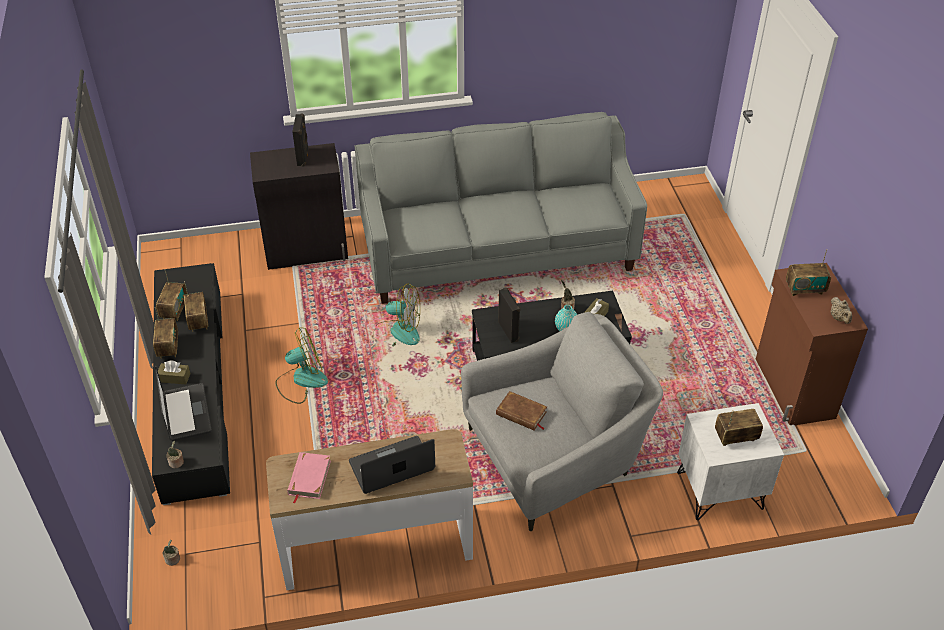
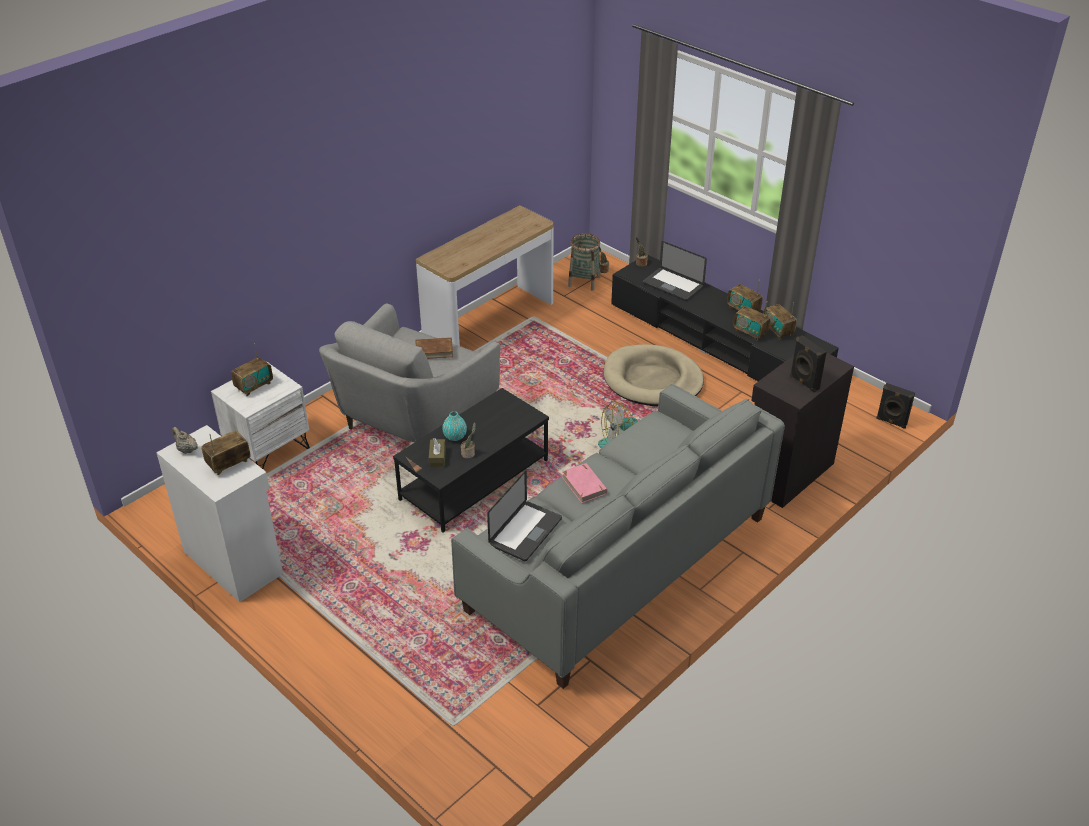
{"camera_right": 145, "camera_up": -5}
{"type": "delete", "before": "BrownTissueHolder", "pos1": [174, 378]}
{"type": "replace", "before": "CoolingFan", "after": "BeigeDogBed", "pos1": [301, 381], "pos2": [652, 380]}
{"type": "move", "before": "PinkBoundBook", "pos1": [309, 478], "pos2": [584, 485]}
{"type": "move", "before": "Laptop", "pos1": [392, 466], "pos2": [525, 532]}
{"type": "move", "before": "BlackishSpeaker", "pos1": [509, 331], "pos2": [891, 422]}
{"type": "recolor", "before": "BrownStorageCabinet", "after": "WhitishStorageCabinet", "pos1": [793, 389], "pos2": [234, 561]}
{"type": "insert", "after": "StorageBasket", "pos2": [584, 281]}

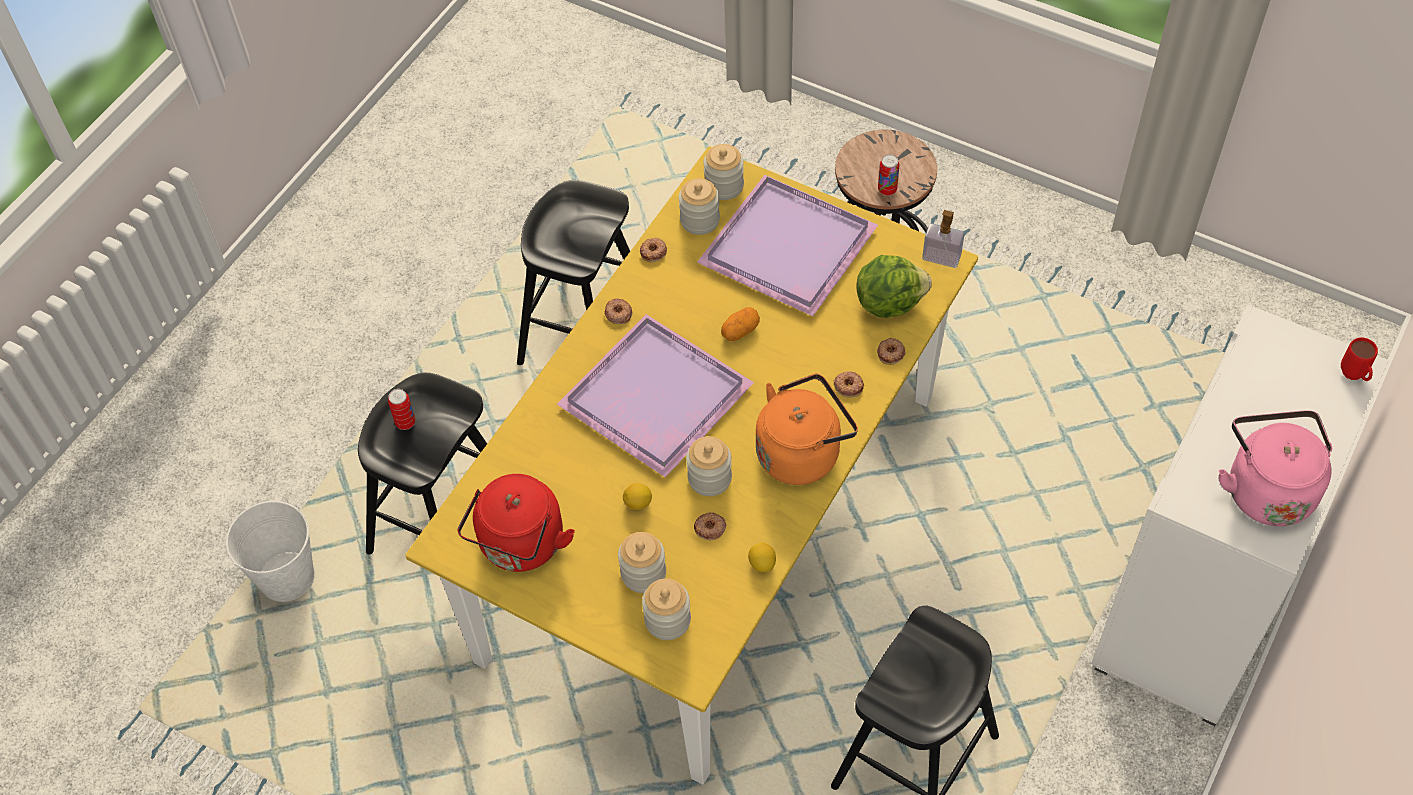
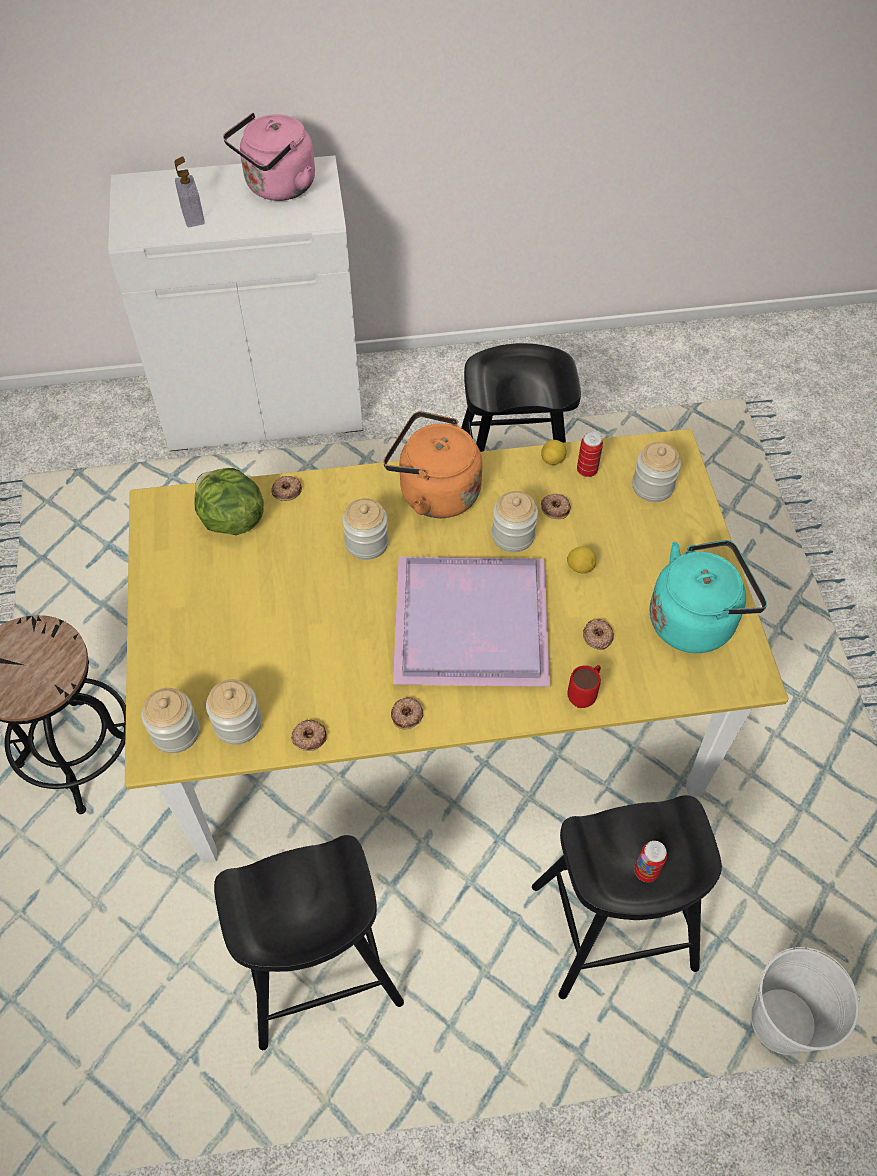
{"camera_right": -130, "camera_up": 0}
{"type": "recolor", "before": "ReddishTeaKettle", "after": "TurquoiseTeaKettle", "pos1": [520, 546], "pos2": [695, 620]}
{"type": "move", "before": "Jar", "pos1": [643, 573], "pos2": [367, 543]}
{"type": "delete", "before": "PurpleTray", "pos1": [789, 250]}
{"type": "delete", "before": "Potato", "pos1": [740, 331]}
{"type": "move", "before": "RingDoughnut", "pos1": [848, 386], "pos2": [597, 636]}
{"type": "move", "before": "Can", "pos1": [887, 190], "pos2": [587, 470]}
{"type": "move", "before": "LiquidSoapBottle", "pos1": [941, 257], "pos2": [193, 216]}
{"type": "move", "before": "ReddishCoffeeMug", "pos1": [1354, 377], "pos2": [584, 695]}

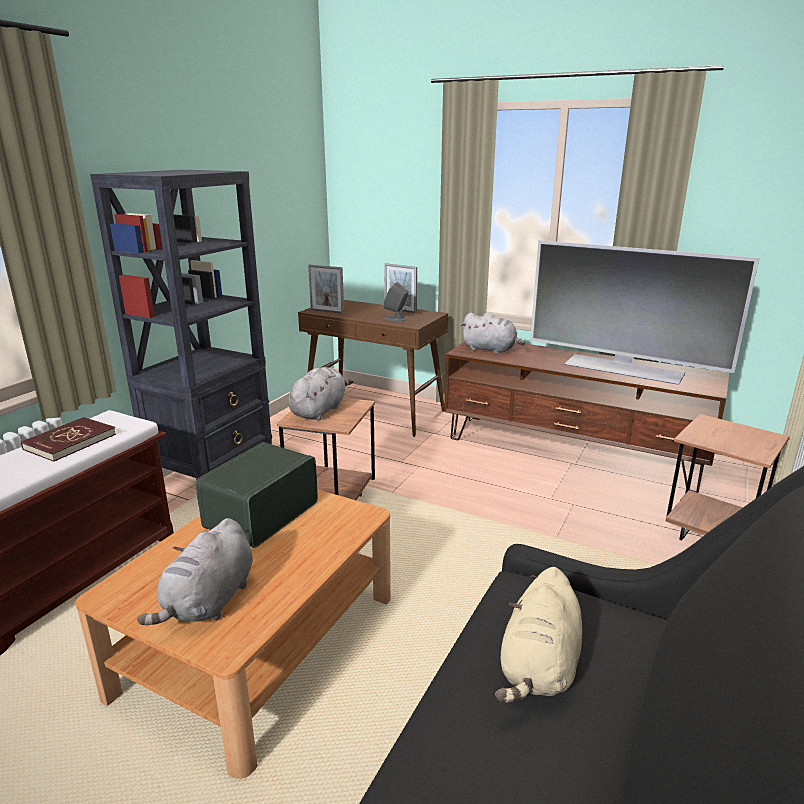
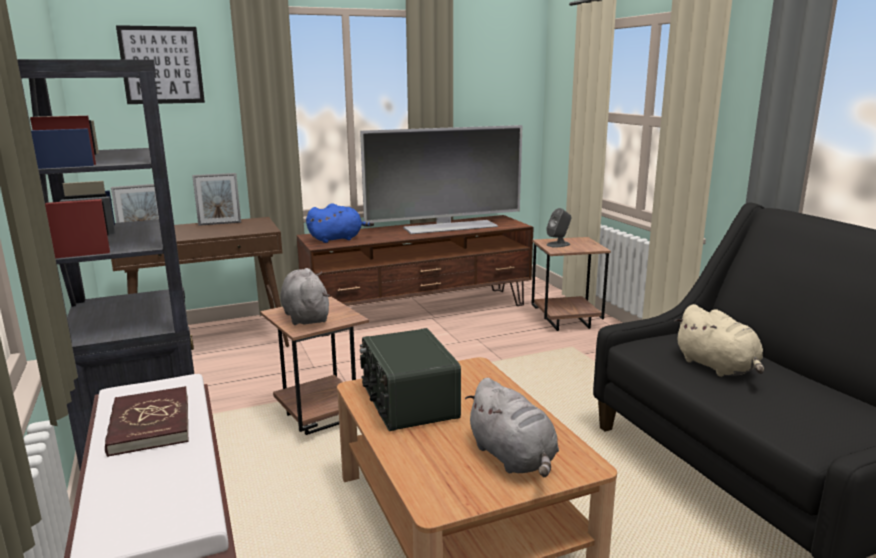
{"camera_right": -50, "camera_up": -5}
{"type": "move", "before": "GreyishSpeaker", "pos1": [396, 318], "pos2": [558, 244]}
{"type": "recolor", "before": "GreyishPlushToy", "after": "BluePlushToy", "pos1": [491, 350], "pos2": [338, 239]}
{"type": "insert", "after": "WallArt", "pos2": [161, 65]}

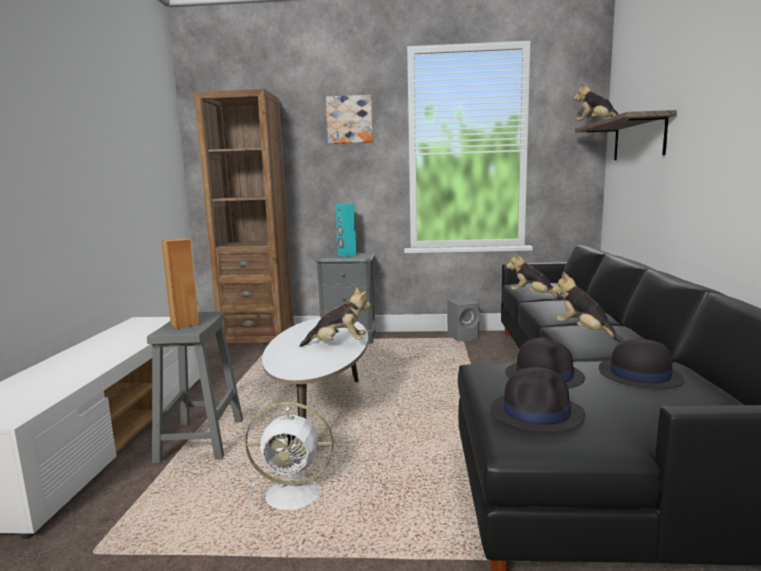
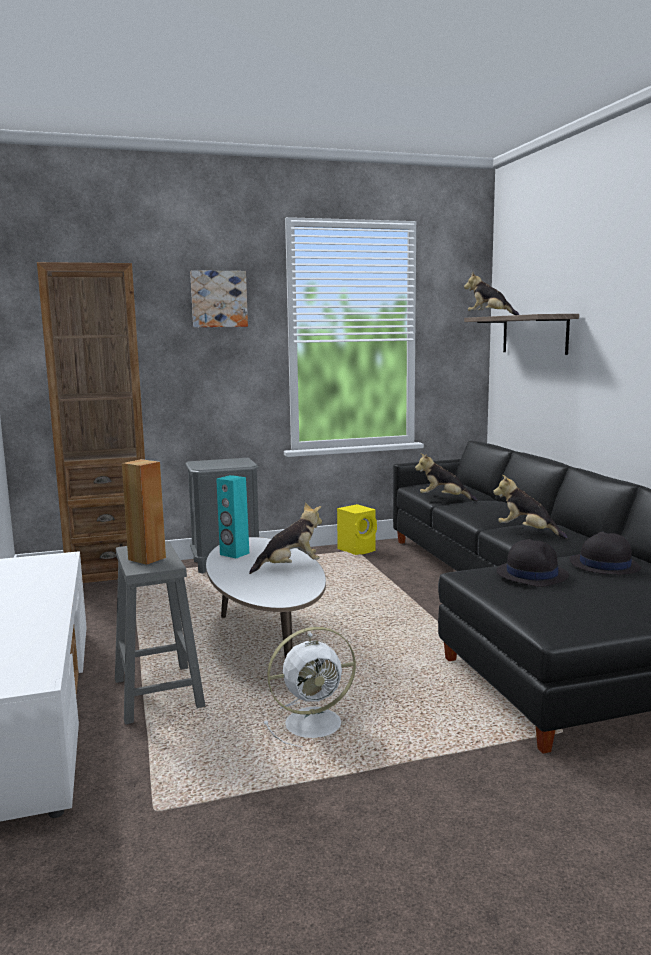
{"camera_right": -20, "camera_up": 0}
{"type": "move", "before": "TurquoiseSpeaker", "pos1": [346, 255], "pos2": [234, 554]}
{"type": "recolor", "before": "GreyishSpeaker", "after": "YellowSpeaker", "pos1": [464, 337], "pos2": [357, 550]}
{"type": "delete", "before": "BlackishHat", "pos1": [537, 413]}

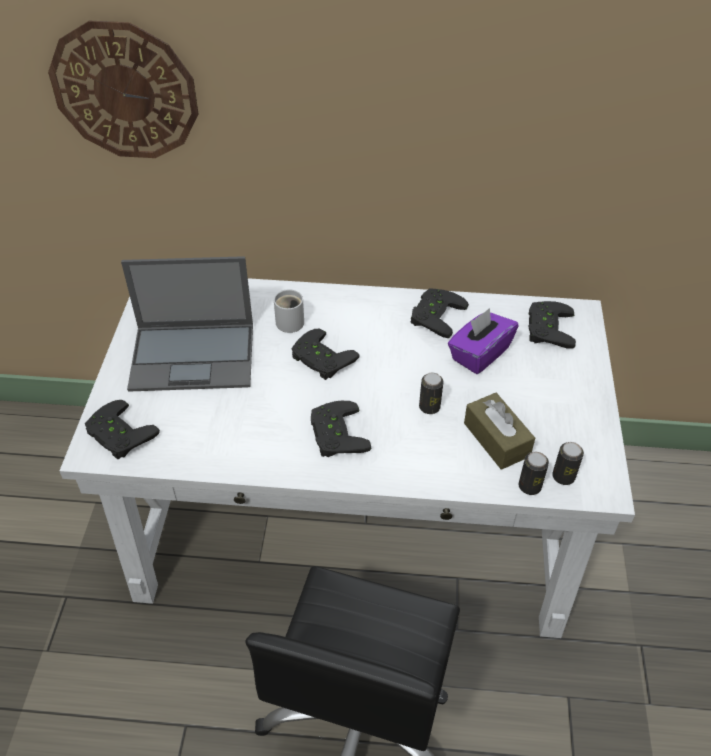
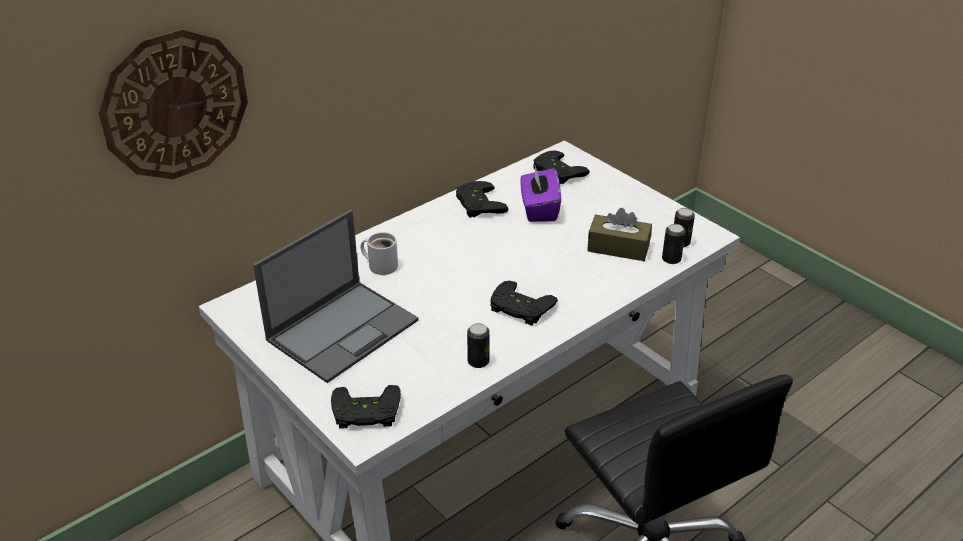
{"camera_right": -45, "camera_up": -10}
{"type": "delete", "before": "BlackishJoypad", "pos1": [320, 359]}
{"type": "move", "before": "Can", "pos1": [429, 407], "pos2": [478, 361]}

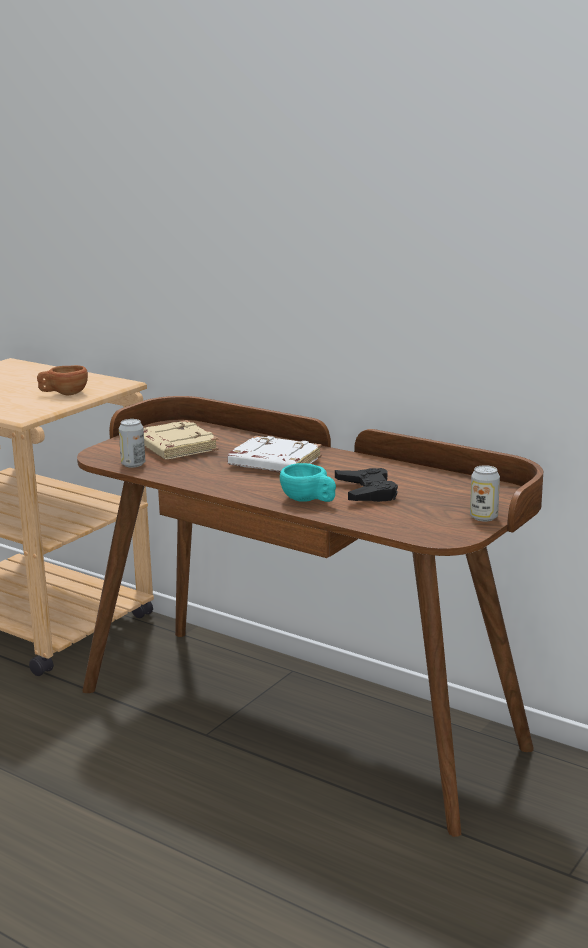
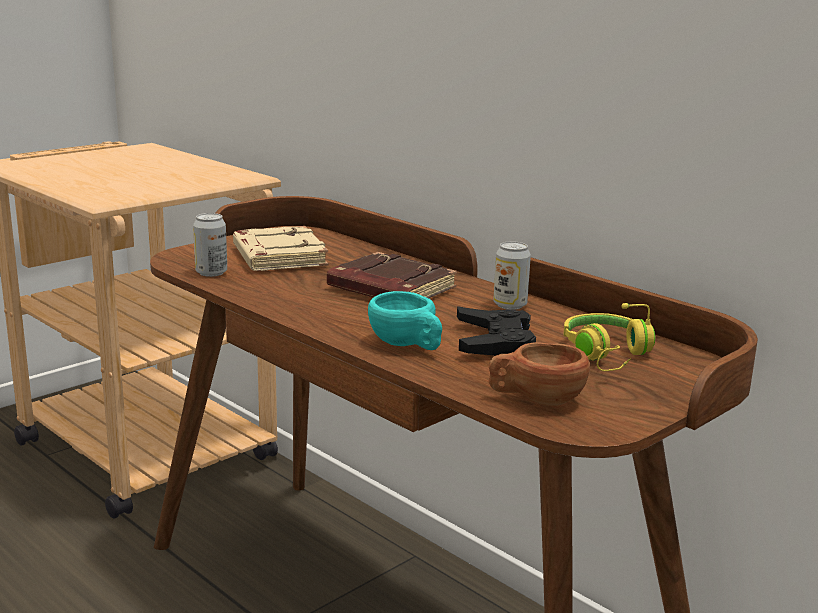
{"camera_right": 10, "camera_up": 0}
{"type": "move", "before": "BrownSmallCup", "pos1": [63, 394], "pos2": [536, 400]}
{"type": "recolor", "before": "WhitishBoundBook", "after": "BrownBoundBook", "pos1": [273, 463], "pos2": [389, 289]}
{"type": "move", "before": "Can", "pos1": [483, 517], "pos2": [510, 305]}
{"type": "insert", "after": "YellowHeadphones", "pos2": [607, 355]}

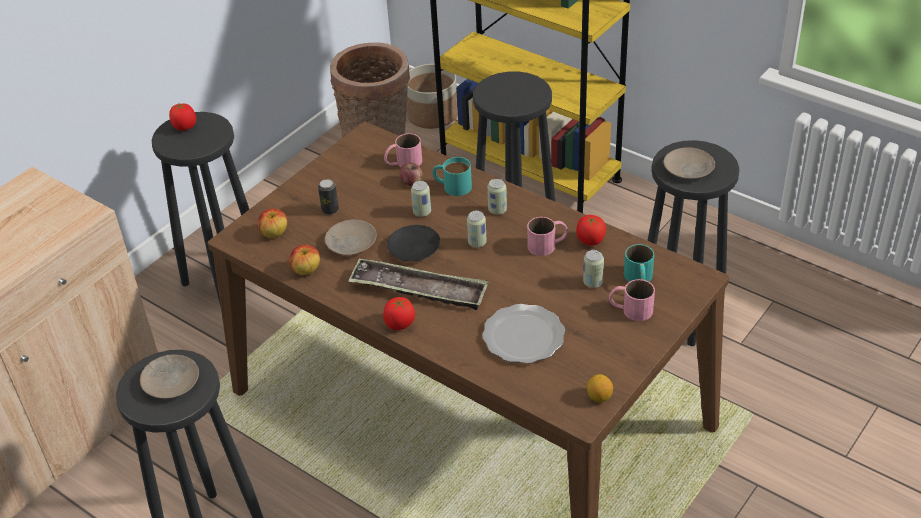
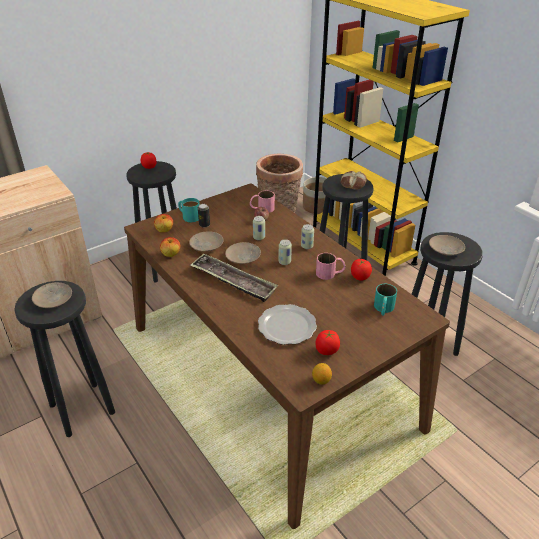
{"camera_right": 15, "camera_up": -5}
{"type": "move", "before": "WholeTomato", "pos1": [399, 324], "pos2": [326, 351]}
{"type": "recolor", "before": "BlackishDinnerPlate", "after": "BeigeDinnerPlate", "pos1": [415, 248], "pos2": [243, 257]}
{"type": "move", "before": "TurquoiseCoffeeMug", "pos1": [452, 186], "pos2": [189, 216]}
{"type": "delete", "before": "Can", "pos1": [593, 282]}
{"type": "delete", "before": "PinkCoffeeMug", "pos1": [630, 309]}
{"type": "insert", "after": "BakeryBread", "pos2": [352, 183]}

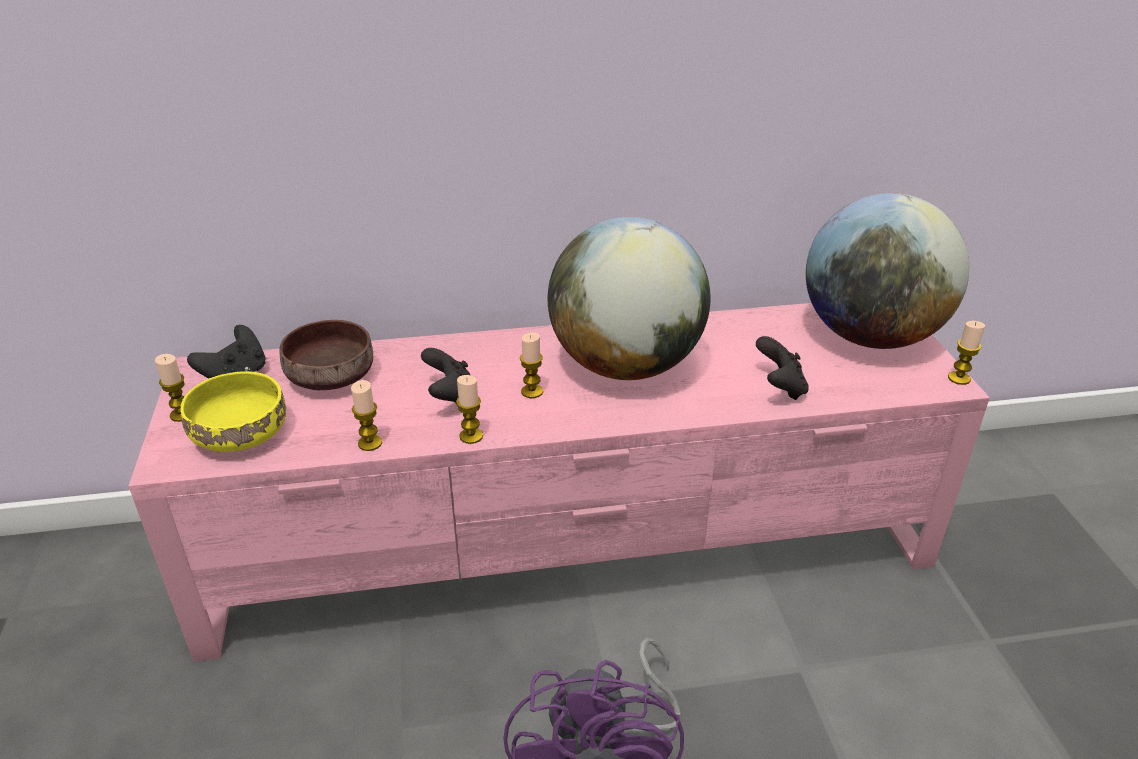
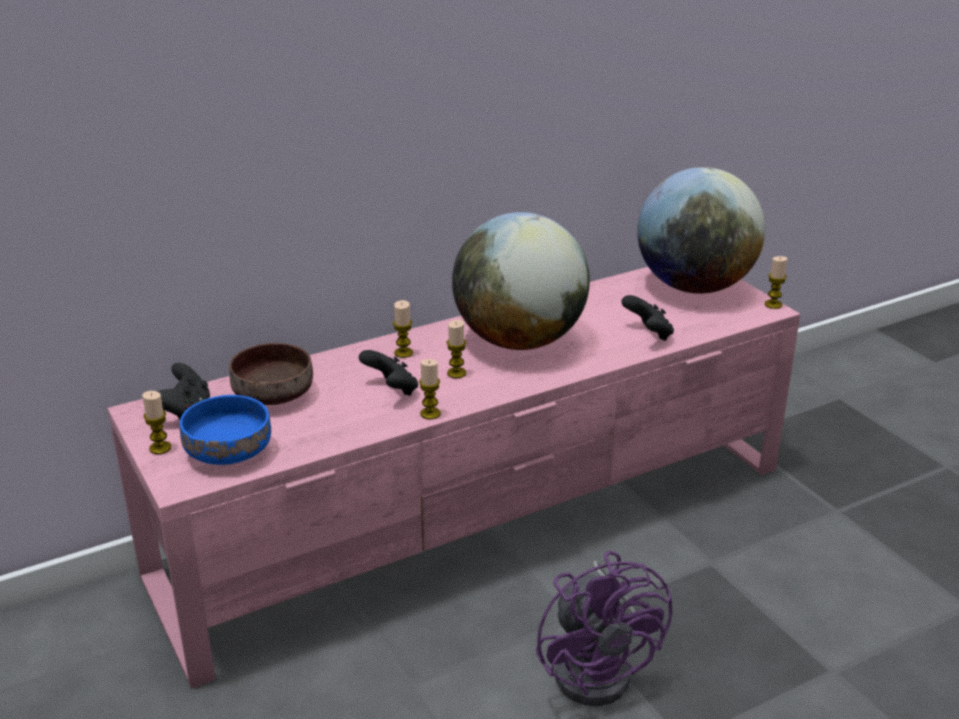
{"camera_right": -20, "camera_up": -5}
{"type": "recolor", "before": "YellowBowl", "after": "BlueBowl", "pos1": [243, 433], "pos2": [230, 450]}
{"type": "move", "before": "WaxCandle", "pos1": [370, 443], "pos2": [403, 353]}

